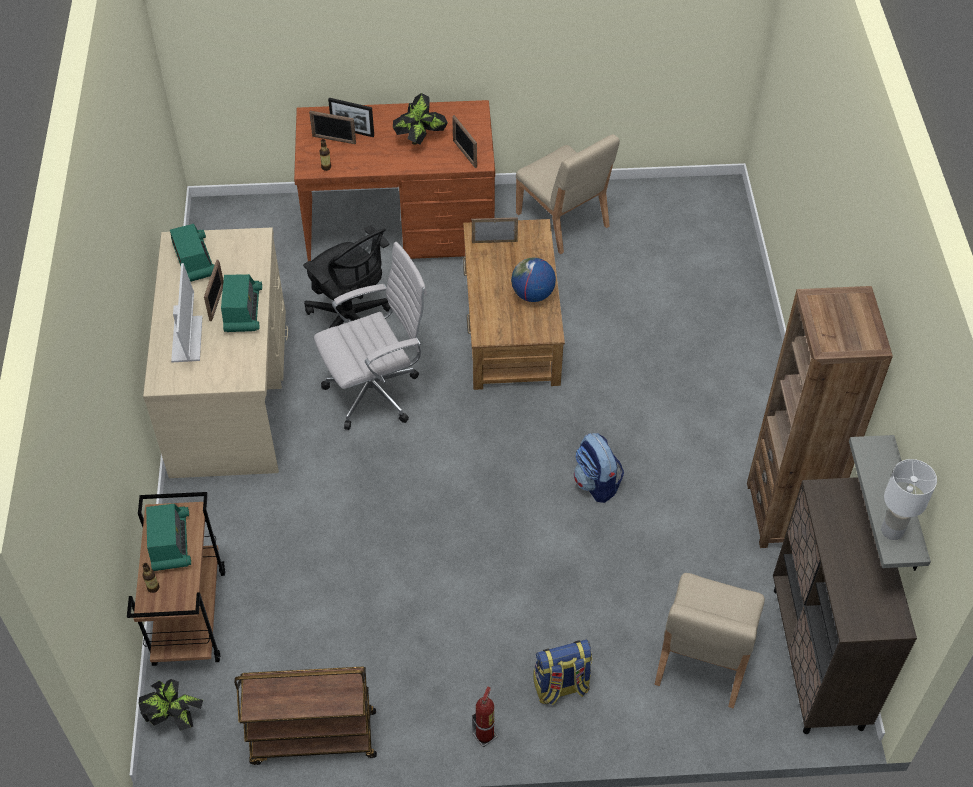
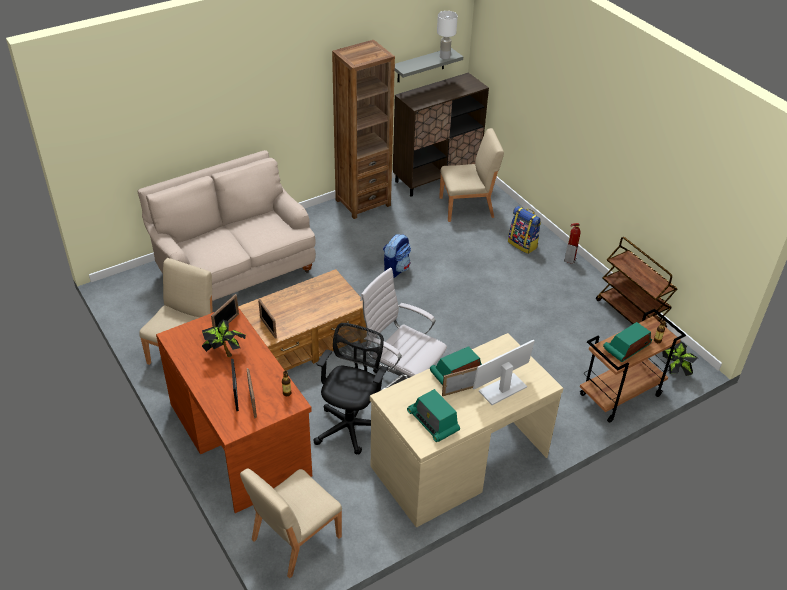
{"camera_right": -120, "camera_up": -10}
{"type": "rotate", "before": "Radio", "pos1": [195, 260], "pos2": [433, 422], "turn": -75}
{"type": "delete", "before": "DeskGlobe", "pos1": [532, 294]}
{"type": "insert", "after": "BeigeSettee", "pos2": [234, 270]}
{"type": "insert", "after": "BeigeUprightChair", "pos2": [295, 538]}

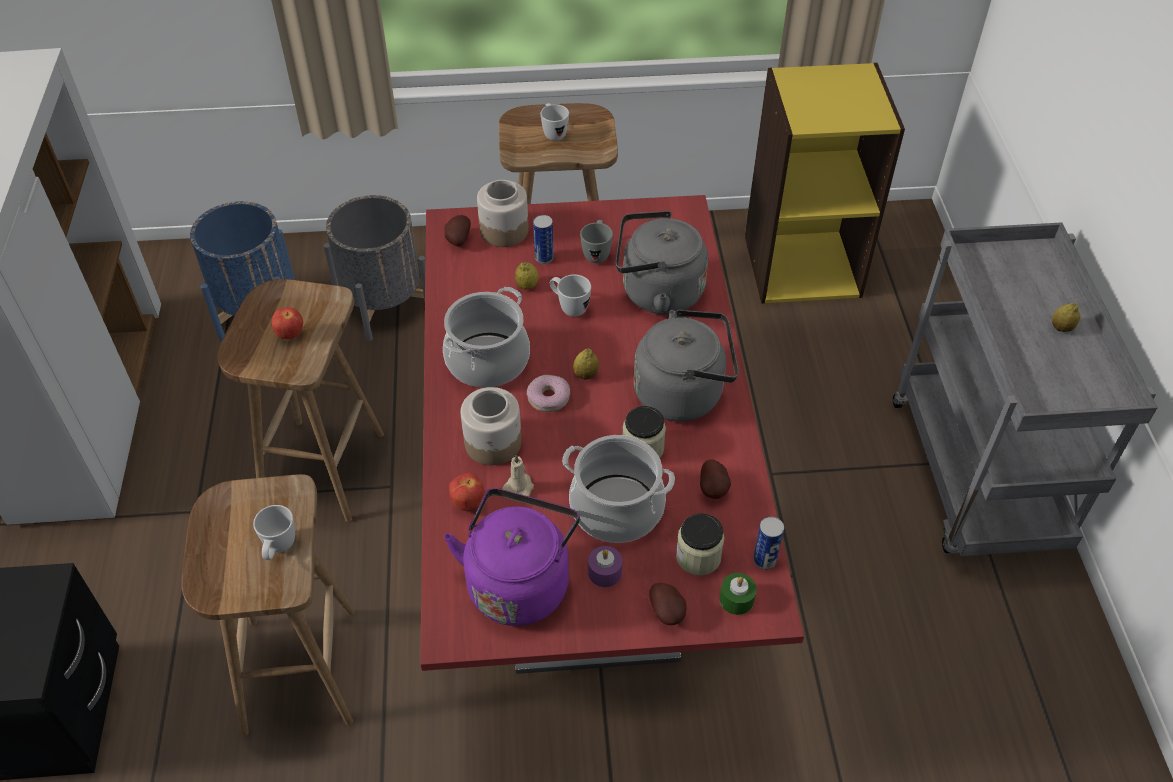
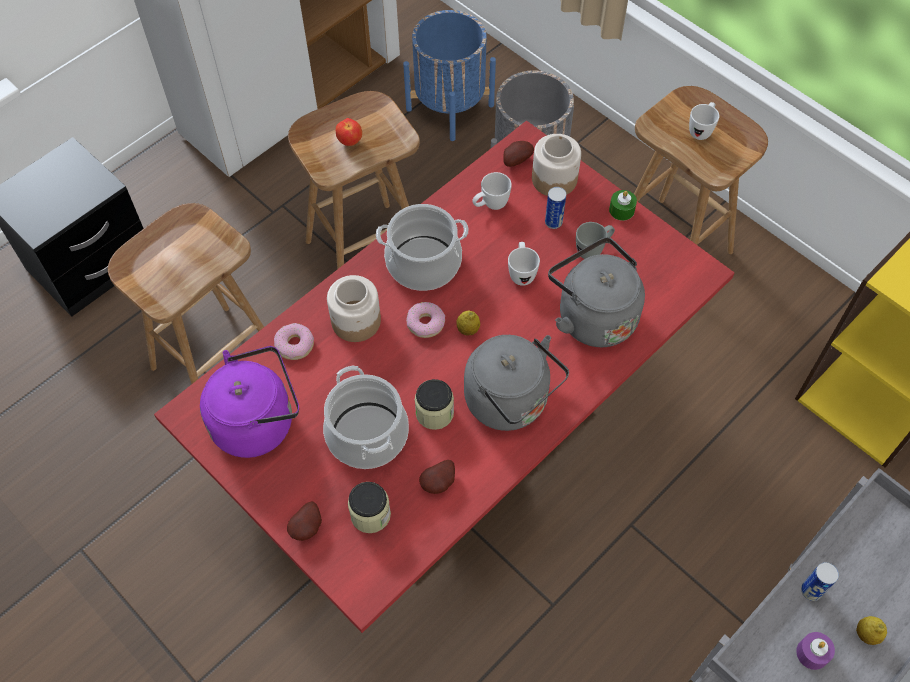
{"camera_right": 50, "camera_up": 10}
{"type": "move", "before": "WhitishCoffeeMug", "pos1": [278, 549], "pos2": [490, 205]}
{"type": "replace", "before": "AppleFruit", "after": "RingDoughnut", "pos1": [468, 503], "pos2": [294, 345]}
{"type": "delete", "before": "BeigeWaxCandle", "pos1": [519, 487]}
{"type": "delete", "before": "CitrusFruit", "pos1": [527, 286]}
{"type": "move", "before": "PurpleWaxCandle", "pos1": [605, 572], "pos2": [812, 653]}
{"type": "move", "before": "GreenishWaxCandle", "pos1": [736, 599], "pos2": [621, 210]}
{"type": "move", "before": "Can", "pos1": [764, 560], "pos2": [811, 591]}

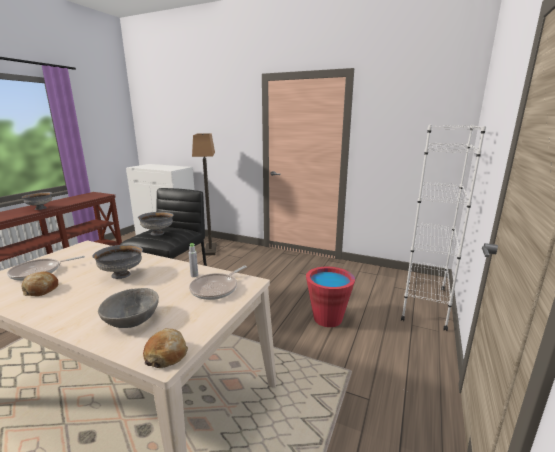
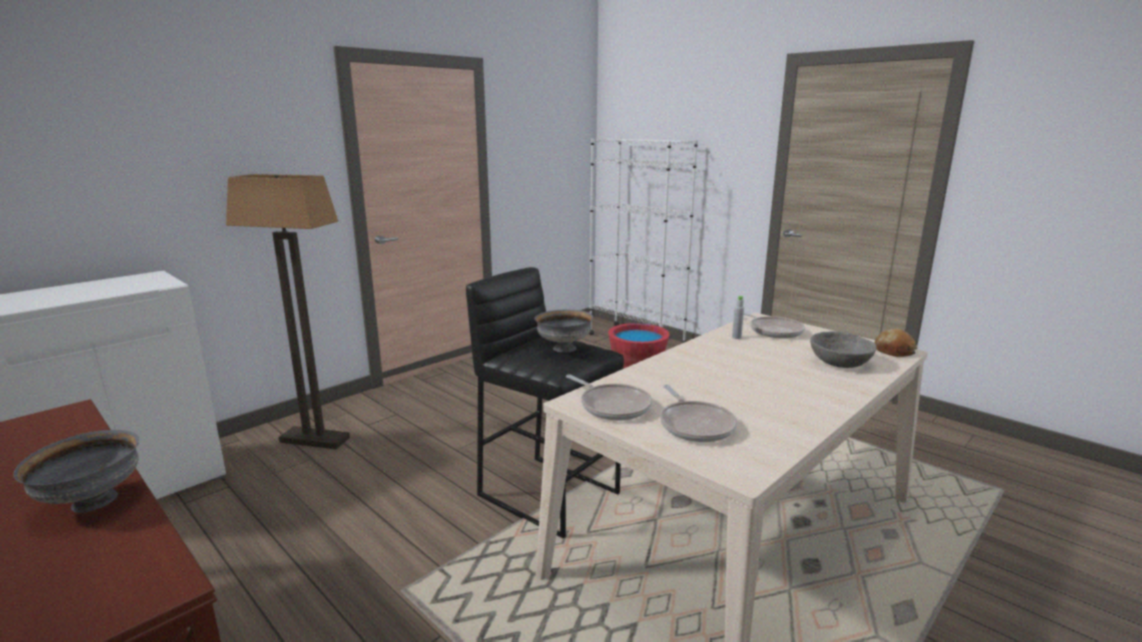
{"camera_right": -70, "camera_up": 0}
{"type": "delete", "before": "BakeryBread", "pos1": [41, 289]}
{"type": "delete", "before": "GreyishBowl", "pos1": [121, 274]}
{"type": "insert", "after": "Pan", "pos2": [612, 406]}

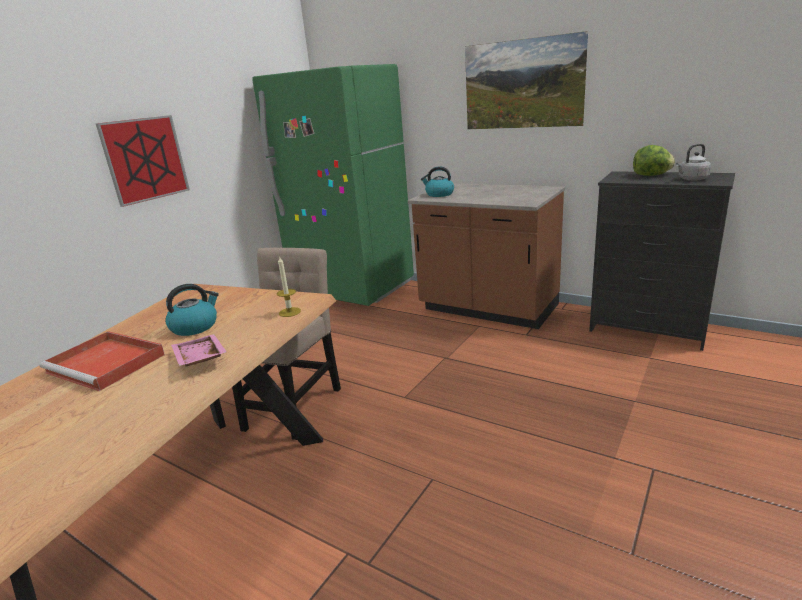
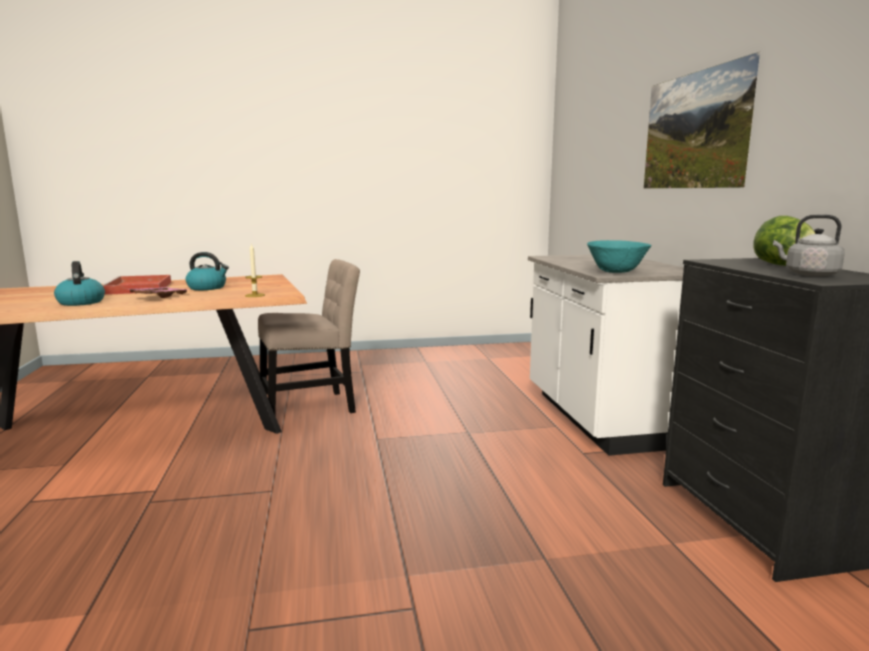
{"camera_right": 45, "camera_up": -10}
{"type": "delete", "before": "WallArt", "pos1": [145, 159]}
{"type": "delete", "before": "GreenishFridge", "pos1": [353, 288]}
{"type": "recolor", "before": "BrownCounter", "after": "WhitishCounter", "pos1": [488, 309], "pos2": [599, 418]}
{"type": "move", "before": "TeaKettle", "pos1": [439, 194], "pos2": [81, 302]}
{"type": "insert", "after": "TurquoiseBowl", "pos2": [616, 272]}

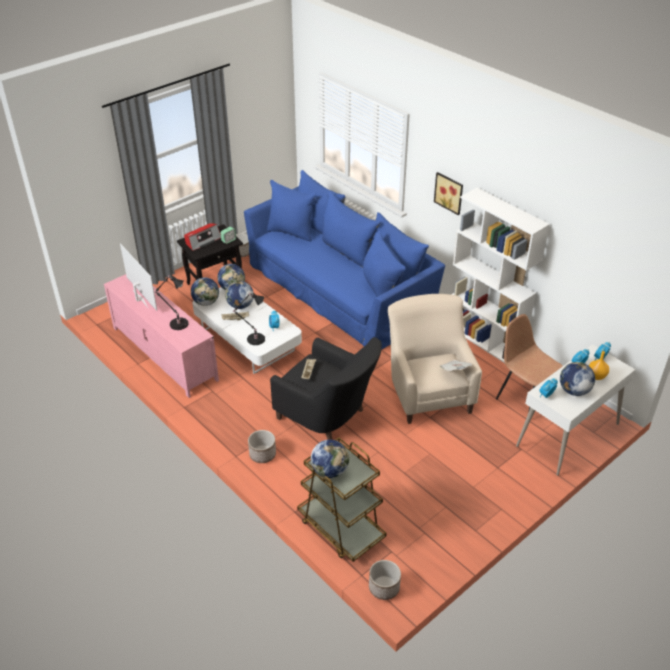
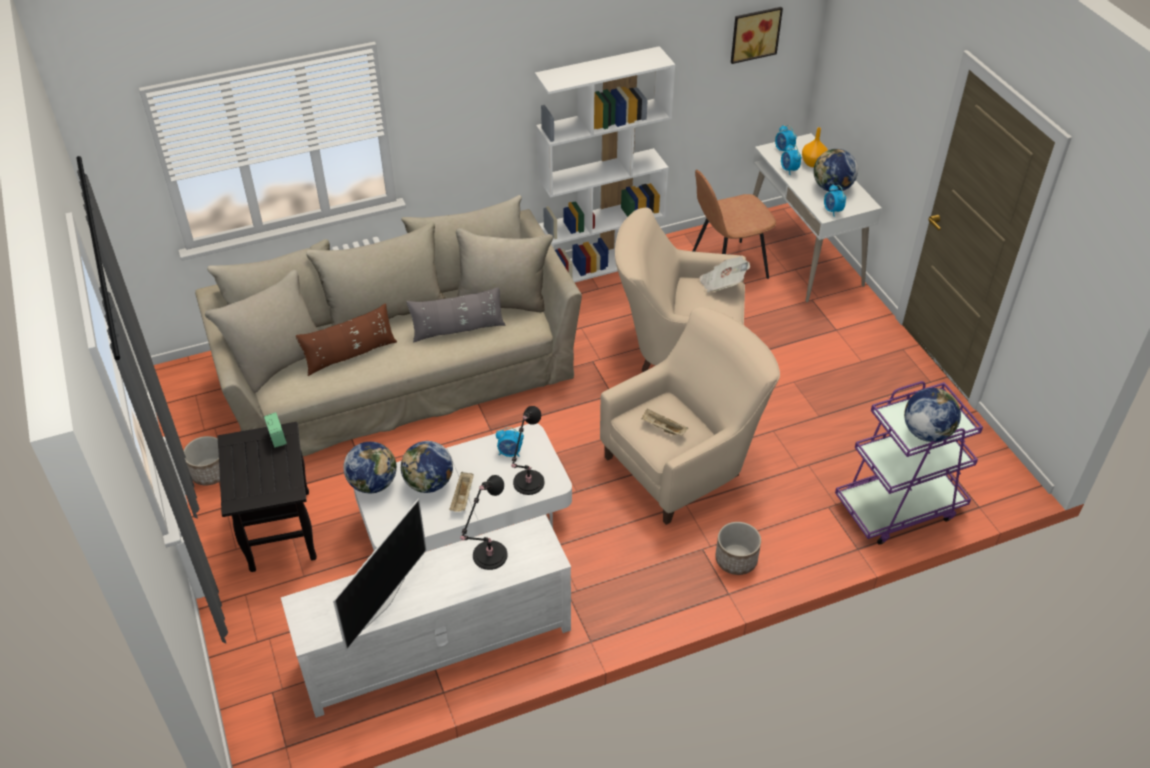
{"camera_right": -70, "camera_up": 5}
{"type": "recolor", "before": "PinkMediaConsole", "after": "WhitishMediaConsole", "pos1": [164, 353], "pos2": [435, 645]}
{"type": "rotate", "before": "Television", "pos1": [139, 299], "pos2": [383, 602], "turn": 135}
{"type": "delete", "before": "Radio", "pos1": [202, 241]}
{"type": "delete", "before": "DeskGlobe", "pos1": [206, 302]}
{"type": "recolor", "before": "BlueSettee", "after": "BeigeSettee", "pos1": [339, 289], "pos2": [400, 373]}
{"type": "recolor", "before": "BlackishLoungeChair", "after": "BeigeLoungeChair", "pos1": [328, 416], "pos2": [684, 463]}
{"type": "recolor", "before": "BrownTrolley", "after": "PurpleTrolley", "pos1": [340, 528], "pos2": [898, 507]}
{"type": "delete", "before": "Planter", "pos1": [384, 587]}
{"type": "move", "before": "WallArt", "pos1": [449, 192], "pos2": [754, 33]}
{"type": "insert", "after": "BrownThrowPillow", "pos2": [350, 355]}
{"type": "insert", "after": "GreyishThrowPillow", "pos2": [458, 329]}

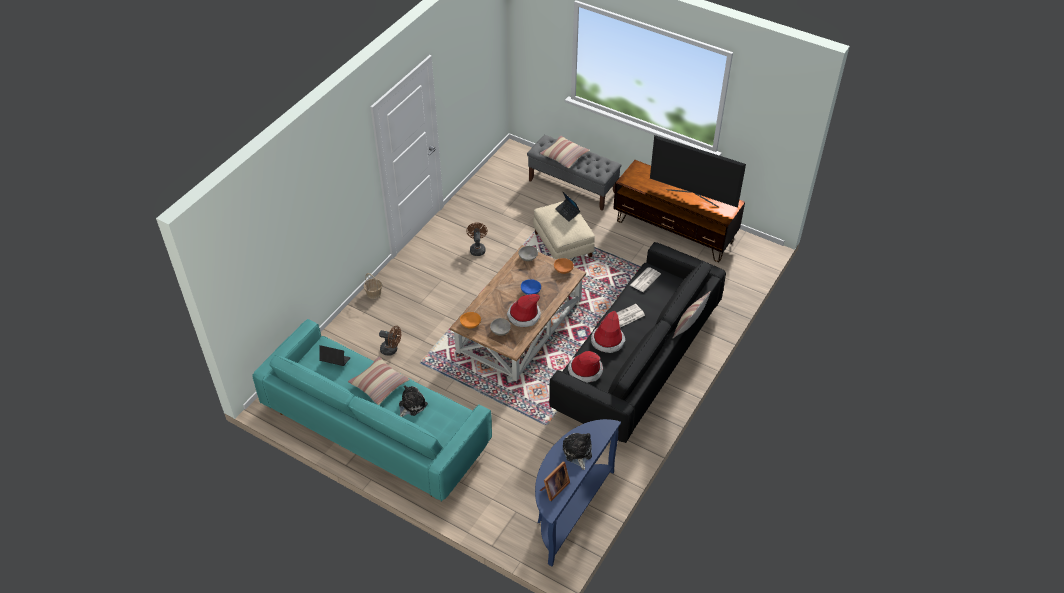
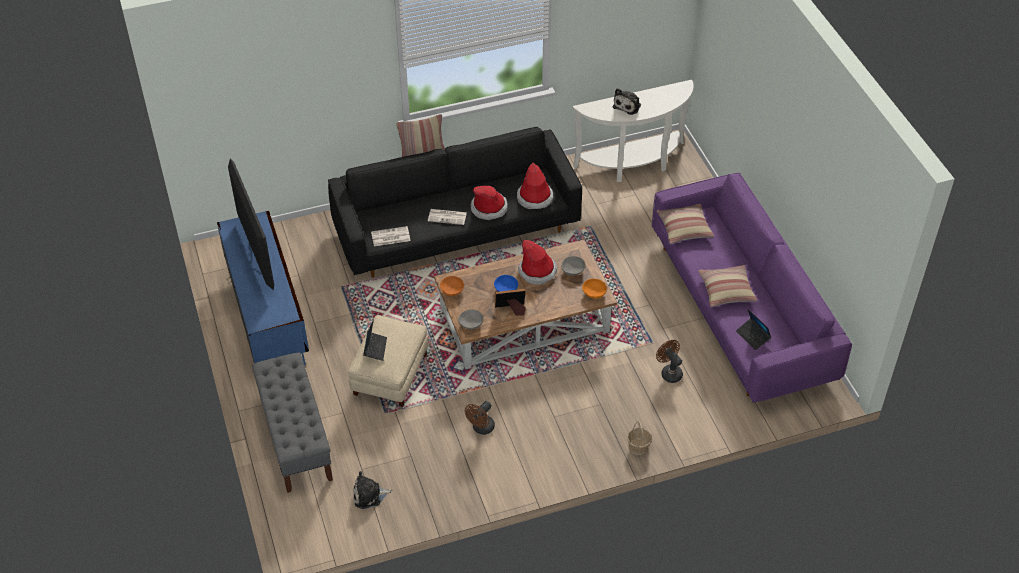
{"camera_right": -140, "camera_up": 0}
{"type": "recolor", "before": "TurquoiseSettee", "after": "PurpleSettee", "pos1": [376, 427], "pos2": [739, 310]}
{"type": "move", "before": "PlushToy", "pos1": [411, 405], "pos2": [369, 495]}
{"type": "recolor", "before": "BlueHallTable", "after": "WhitishHallTable", "pos1": [568, 510], "pos2": [634, 164]}
{"type": "move", "before": "ThrowPillow", "pos1": [564, 156], "pos2": [684, 228]}
{"type": "move", "before": "StandingFrame", "pos1": [554, 488], "pos2": [511, 309]}
{"type": "recolor", "before": "BrownMediaConsole", "after": "BlueMediaConsole", "pos1": [674, 231], "pos2": [268, 316]}

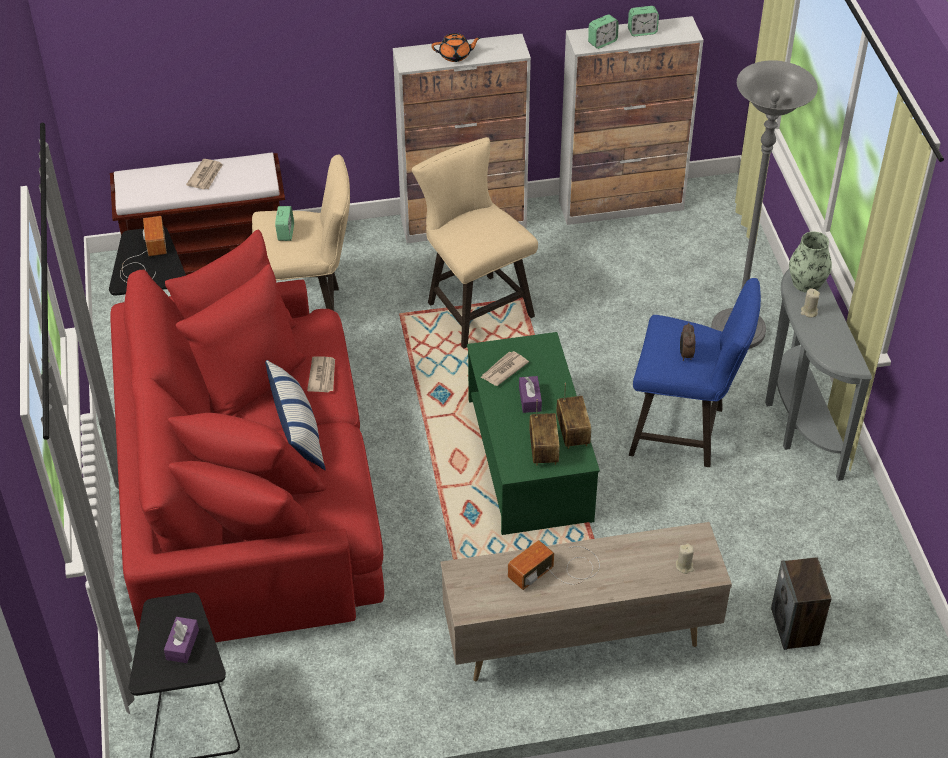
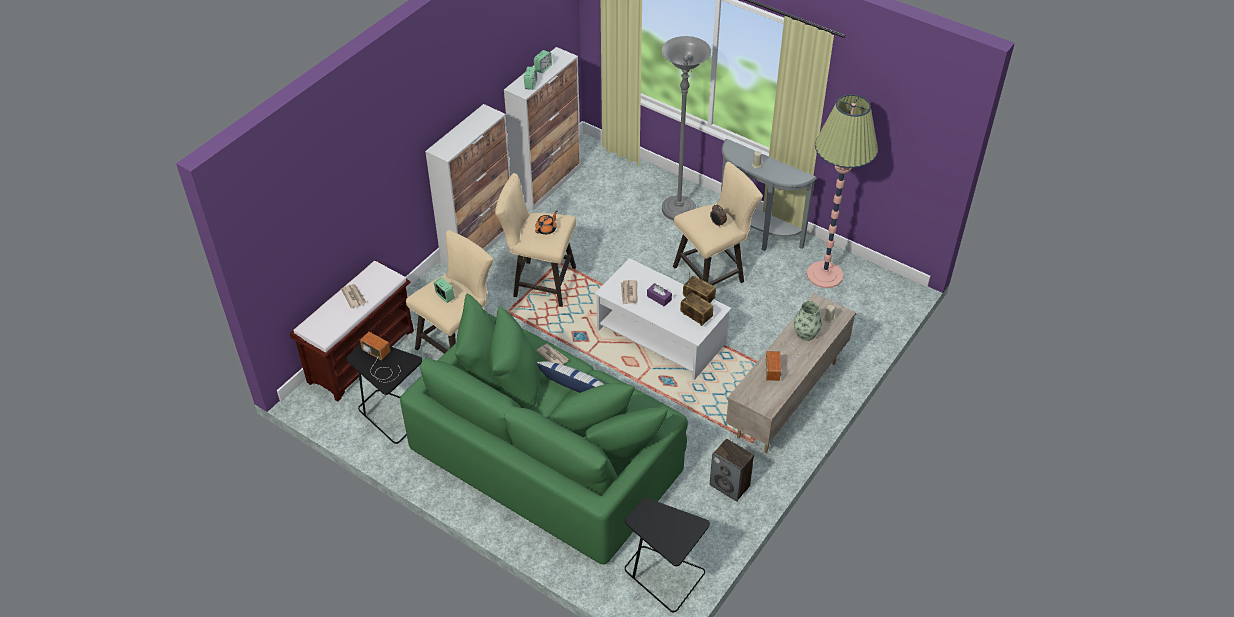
{"camera_right": -45, "camera_up": 0}
{"type": "recolor", "before": "ReddishSettee", "after": "GreenishSettee", "pos1": [249, 495], "pos2": [549, 455]}
{"type": "delete", "before": "PurpleTissueHolder", "pos1": [182, 644]}
{"type": "move", "before": "OrangeColouredPotForTea", "pos1": [455, 55], "pos2": [546, 229]}
{"type": "recolor", "before": "GreenishLowTable", "after": "WhitishLowTable", "pos1": [529, 458], "pos2": [660, 336]}
{"type": "recolor", "before": "BlueStool", "after": "BeigeStool", "pos1": [684, 432], "pos2": [713, 273]}
{"type": "move", "before": "Speaker", "pos1": [795, 627], "pos2": [730, 485]}
{"type": "move", "before": "FlowerVase", "pos1": [806, 282], "pos2": [806, 333]}
{"type": "insert", "after": "StandardLamp", "pos2": [824, 275]}

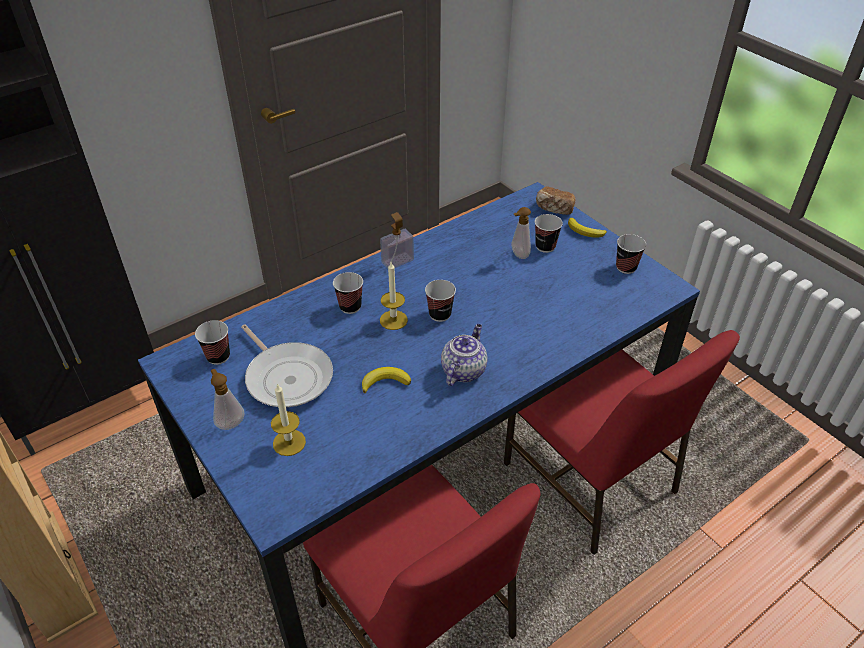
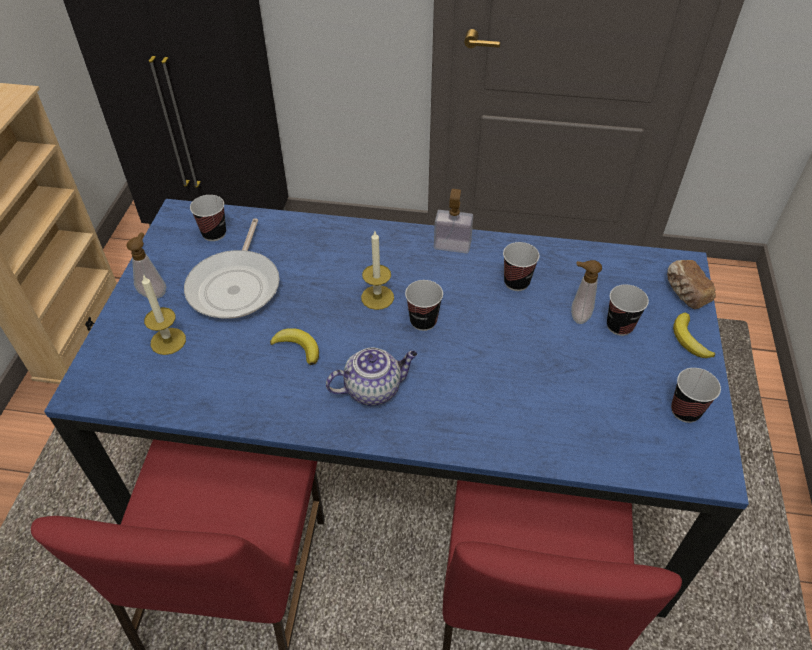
{"camera_right": 45, "camera_up": 5}
{"type": "move", "before": "SmallCup", "pos1": [350, 307], "pos2": [516, 282]}

